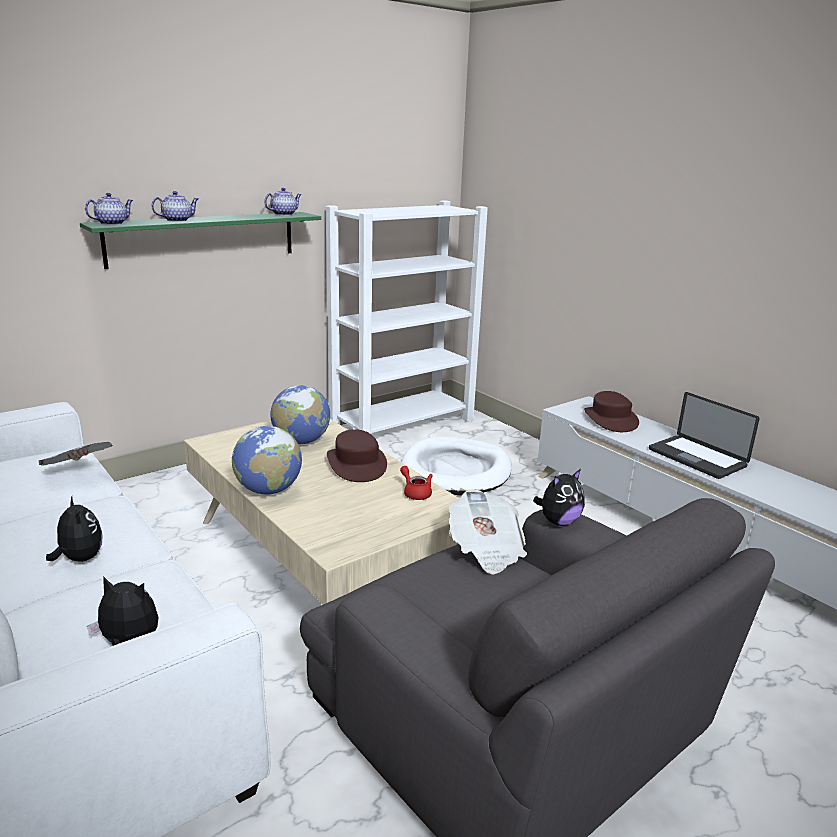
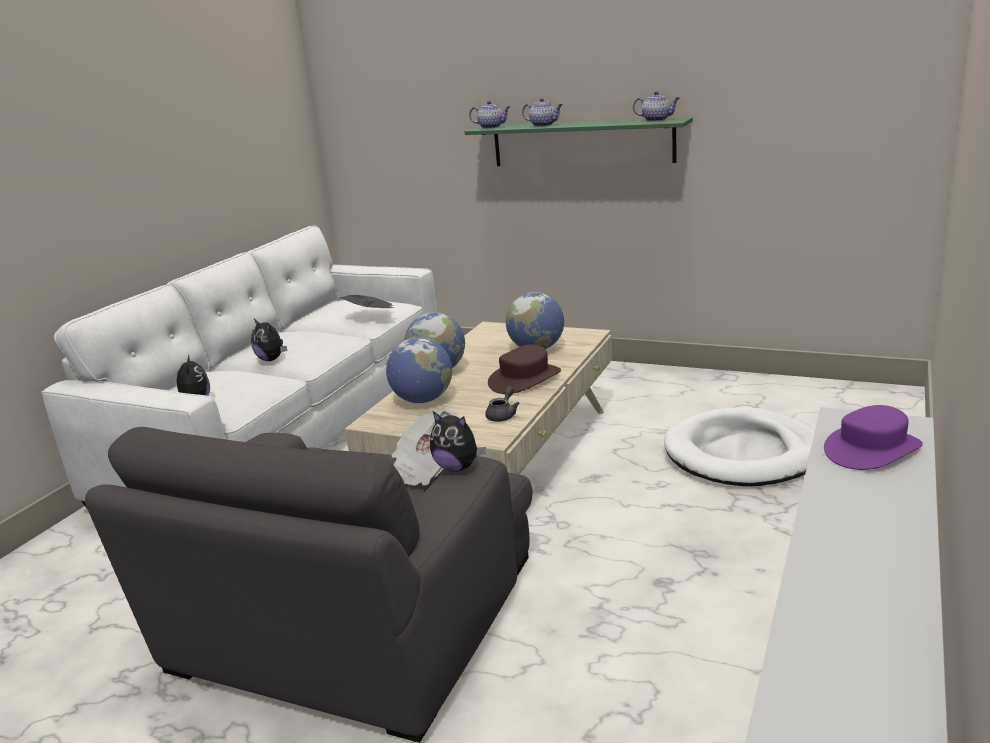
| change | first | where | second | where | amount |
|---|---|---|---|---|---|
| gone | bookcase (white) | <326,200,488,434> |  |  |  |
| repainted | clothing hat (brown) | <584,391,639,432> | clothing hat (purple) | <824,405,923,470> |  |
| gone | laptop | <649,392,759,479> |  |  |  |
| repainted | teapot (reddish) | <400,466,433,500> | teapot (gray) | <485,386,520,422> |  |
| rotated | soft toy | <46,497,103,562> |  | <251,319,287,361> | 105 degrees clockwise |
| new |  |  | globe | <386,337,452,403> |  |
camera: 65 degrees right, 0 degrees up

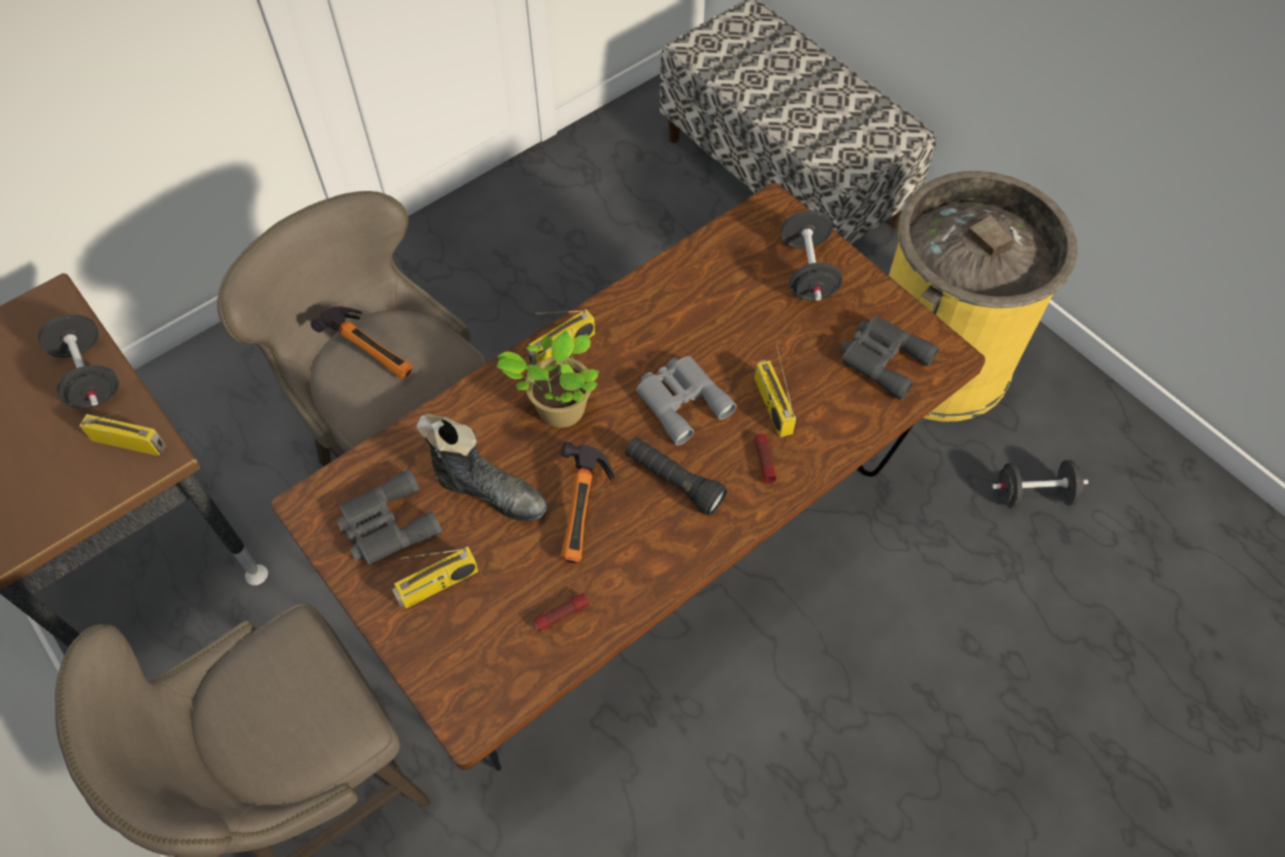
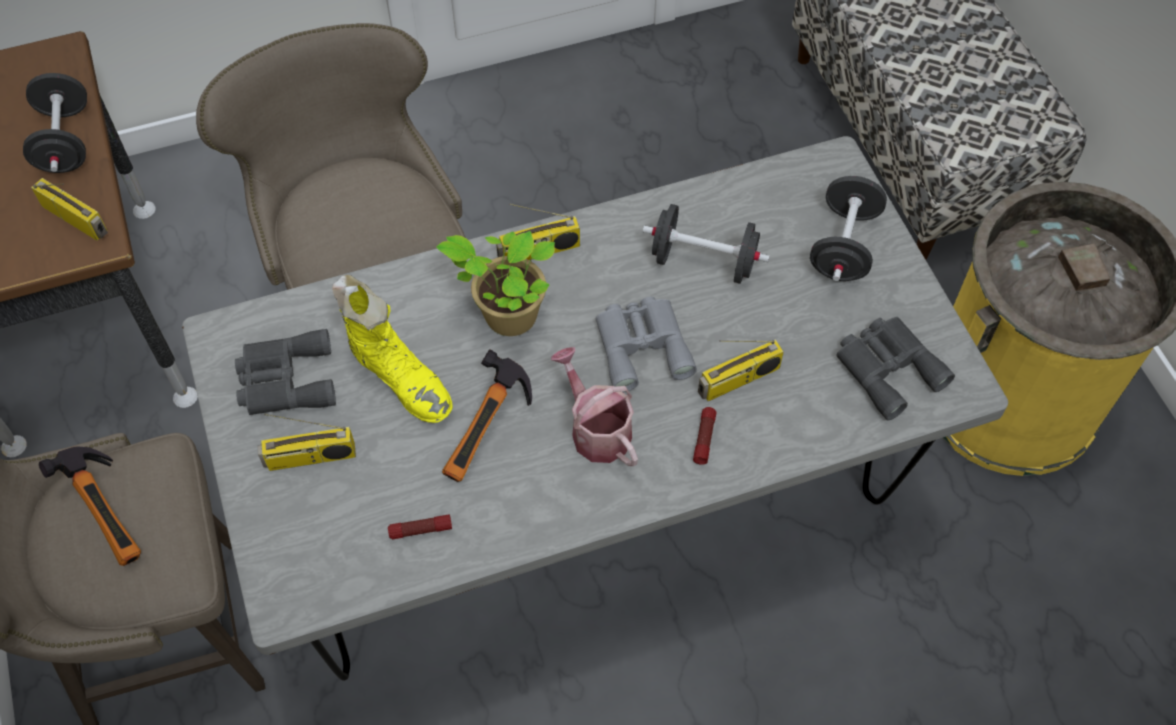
| change | first | where | second | where | amount |
|---|---|---|---|---|---|
| repainted | dining table (brown) | <271,183,985,771> | dining table (gray) | <182,136,1008,681> |  |
| shifted | tool hammer | <311,306,413,379> |  | <39,447,141,566> |  |
| rotated | radio set | <754,344,796,437> |  | <698,340,784,401> | 120 degrees counterclockwise |
| repainted | tall boot (blackish) | <416,413,547,521> | tall boot (yellow) | <332,275,453,423> |  |
| swapped | hand torch (blackish) | <625,437,727,515> | watering pot | <551,347,638,466> |  |
| shifted | free weight (blackish) | <992,460,1088,508> |  | <643,204,770,284> |  |
camera: 20 degrees right, 0 degrees up

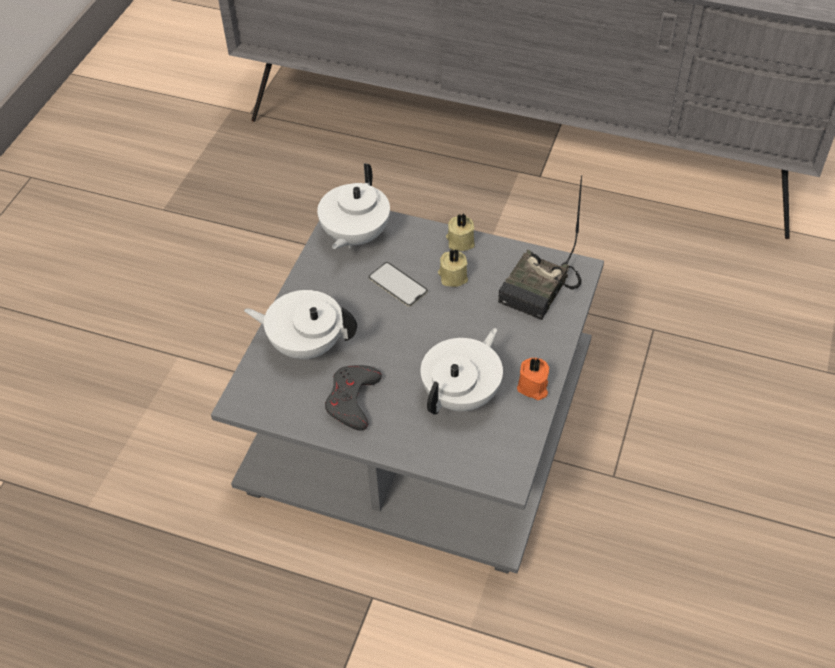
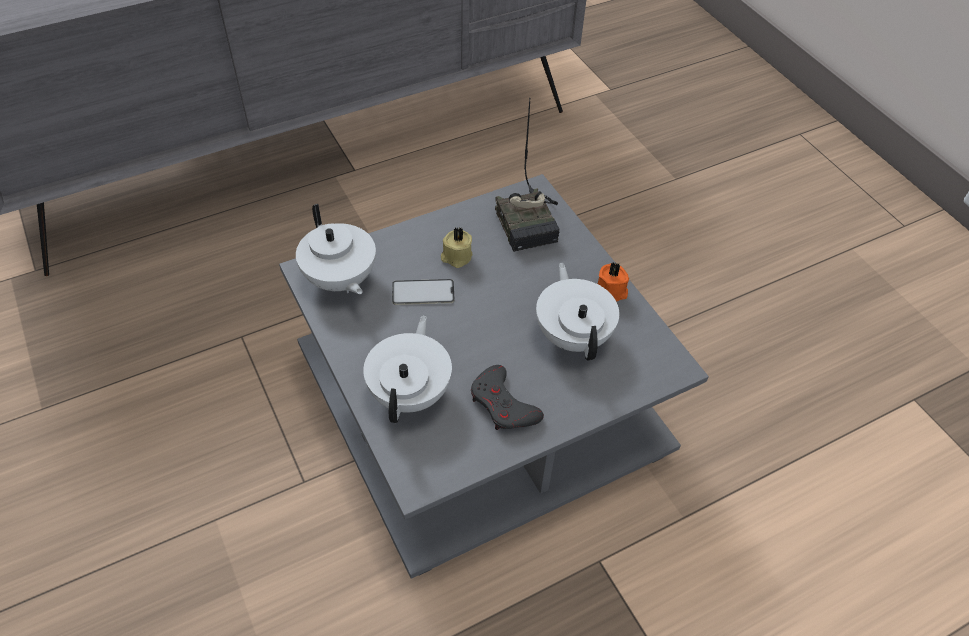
| change | first | where | second | where | amount |
|---|---|---|---|---|---|
| gone | wax candle (sand-coloured) | <446,213,475,251> |  |  |  |
| rotated | teapot (white) | <244,290,357,360> |  | <363,315,452,423> | 135 degrees clockwise |
camera: 50 degrees left, 0 degrees up

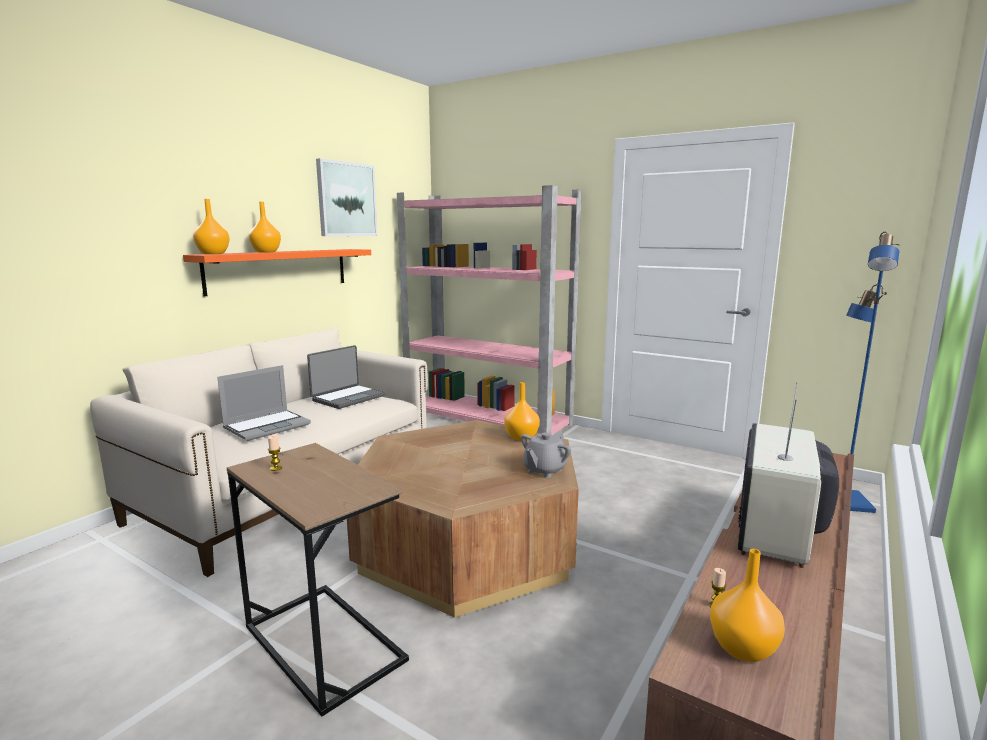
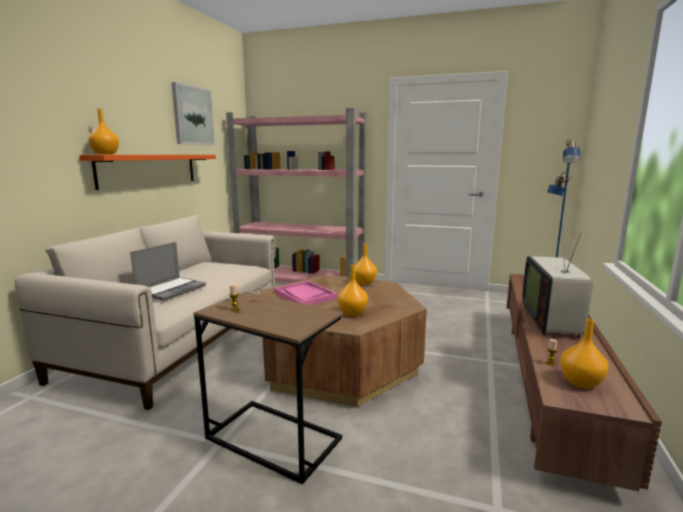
| change | first | where | second | where | amount |
|---|---|---|---|---|---|
| shifted | decorative vase (orangey) | <249,202,281,252> |  | <337,265,368,316> |  |
| gone | laptop | <307,345,386,409> |  |  |  |
| gone | teapot (gray) | <521,432,571,478> |  |  |  |
| new |  |  | serving tray (pinkish) | <274,281,337,305> |  |
camera: 15 degrees left, 0 degrees up

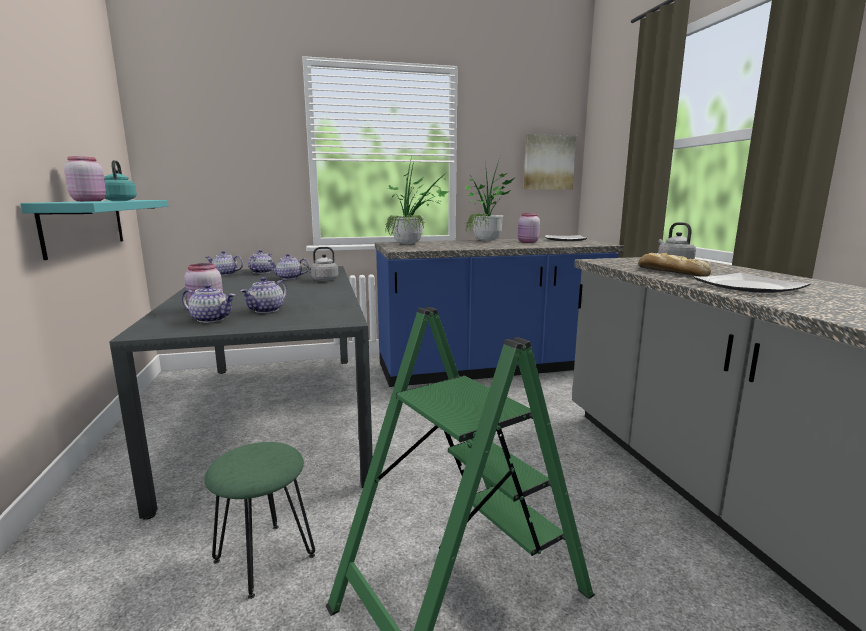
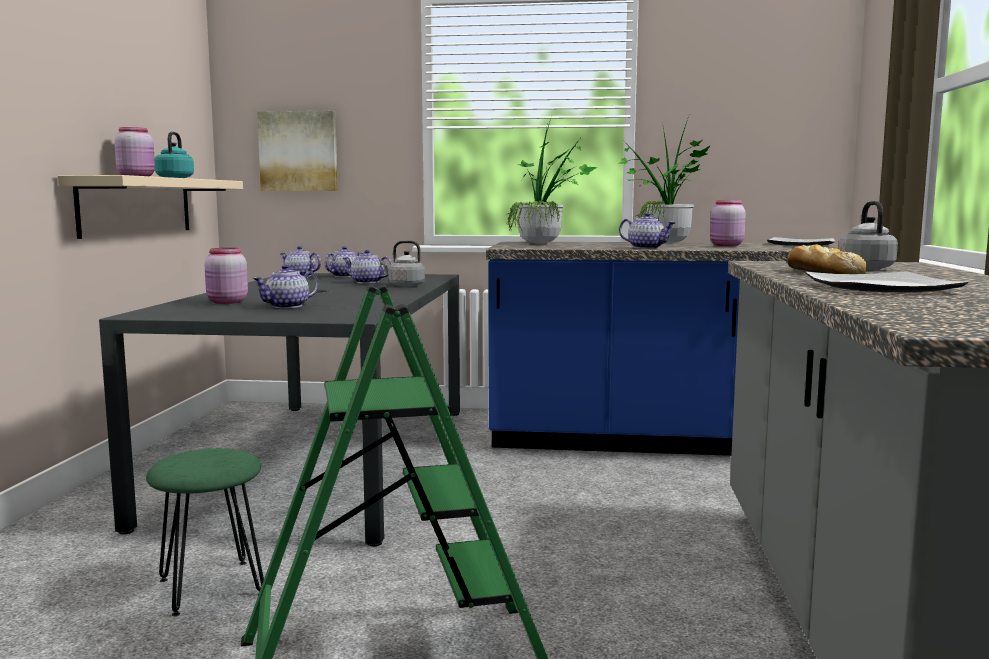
| change | first | where | second | where | amount |
|---|---|---|---|---|---|
| shifted | picture | <524,134,576,190> |  | <257,111,338,191> |  |
| repainted | bracket shelf (blue-green) | <20,200,168,260> | bracket shelf (sand-coloured) | <58,175,243,239> |  |
| shifted | teapot | <182,284,235,323> |  | <619,212,676,249> |  |
camera: 20 degrees right, 5 degrees down

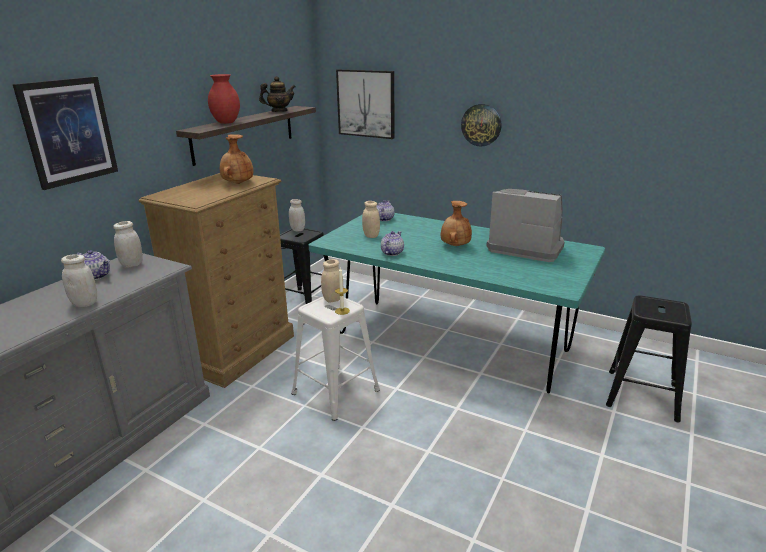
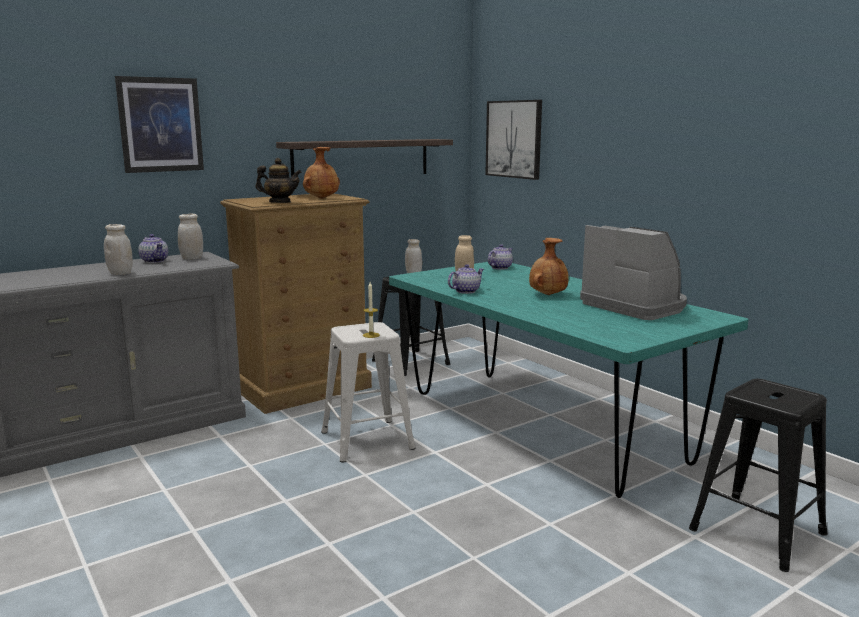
| change | first | where | second | where | amount |
|---|---|---|---|---|---|
| gone | decorative vase (reddish) | <208,74,240,124> |  |  |  |
| shifted | teapot | <259,76,295,112> |  | <256,158,302,203> |  |
| gone | hanging clock | <461,104,501,147> |  |  |  |
| gone | preserve jar (sand-coloured) | <321,259,343,302> |  |  |  |
camera: 25 degrees right, 10 degrees down

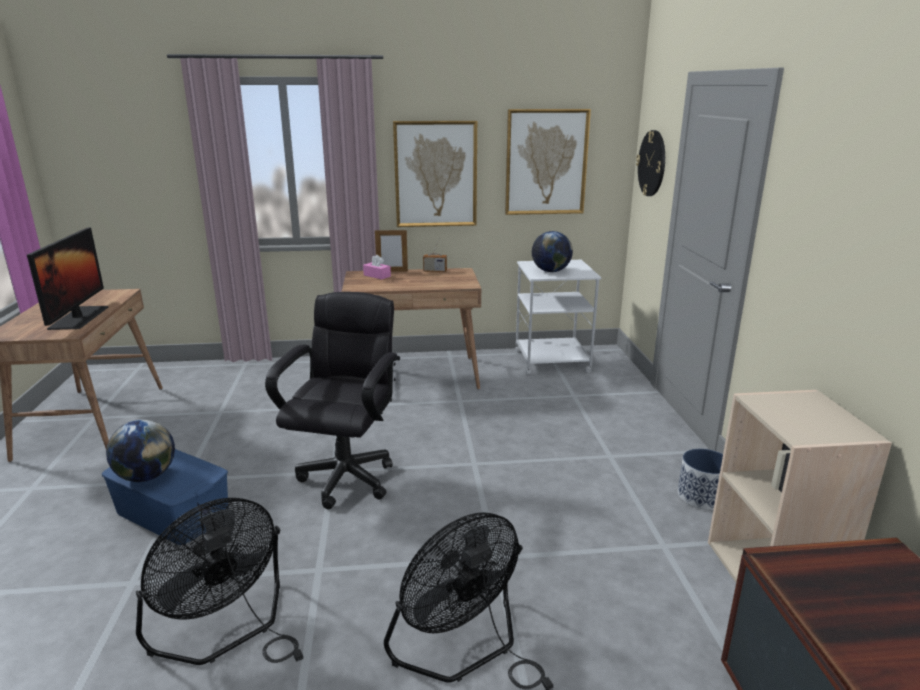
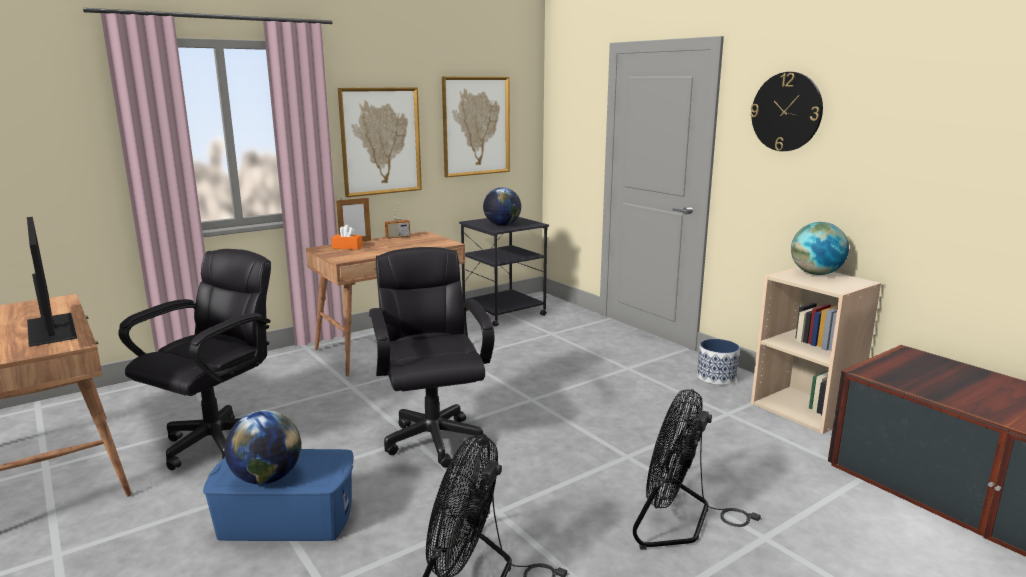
| change | first | where | second | where | amount |
|---|---|---|---|---|---|
| shifted | hanging clock | <636,130,665,196> |  | <750,72,823,151> |  |
| repainted | box of tissues (pinkish) | <363,255,391,280> | box of tissues (orangey) | <331,225,362,250> |  |
| repainted | wheeled cart (white) | <515,260,601,375> | wheeled cart (blackish) | <459,217,549,327> |  |
| new |  |  | globe | <791,222,849,275> |  |
| new |  |  | office chair (blackish) | <118,249,271,470> |  |
camera: 30 degrees left, 5 degrees down

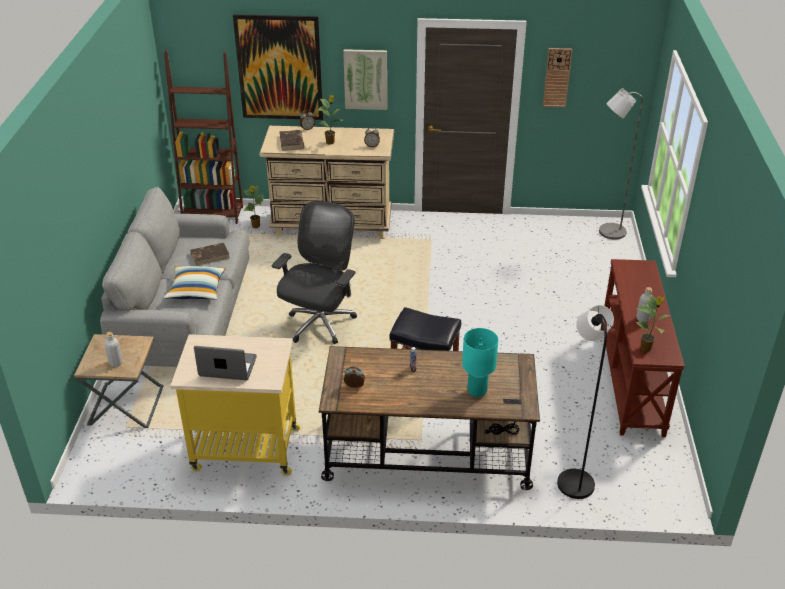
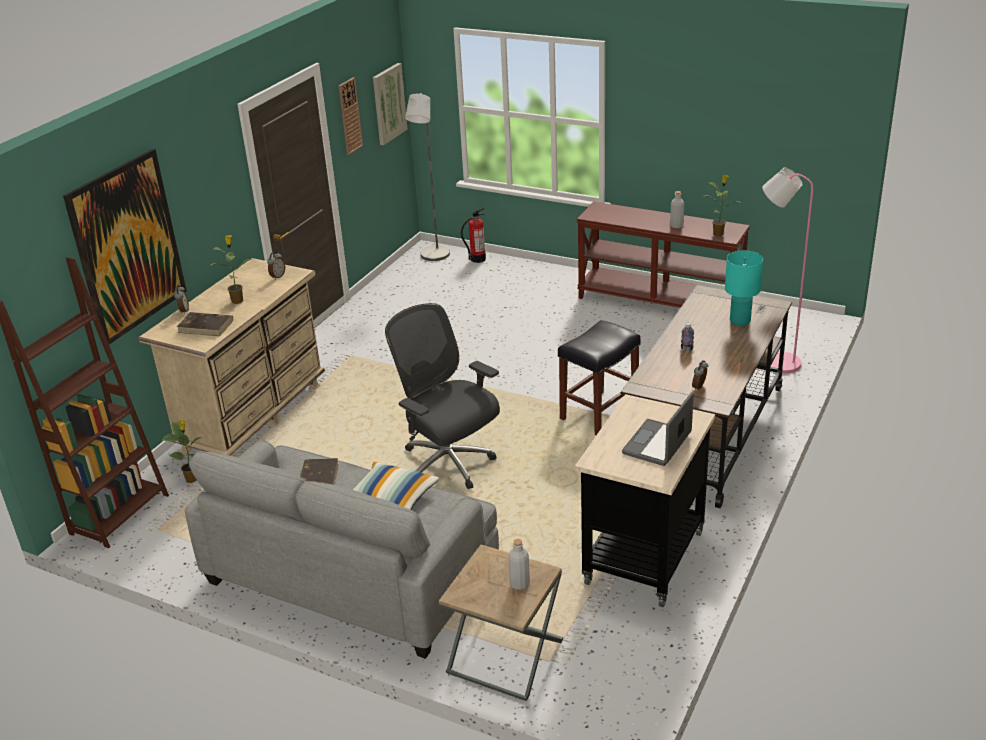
| change | first | where | second | where | amount |
|---|---|---|---|---|---|
| shifted | picture | <343,49,387,110> |  | <373,63,407,145> |  |
| repainted | floor lamp (blackish) | <557,305,614,499> | floor lamp (pinkish) | <762,167,813,373> |  |
| repainted | wheeled cart (yellow) | <170,334,300,476> | wheeled cart (blackish) | <575,394,715,607> |  |
| new |  |  | fire-fighting cylinder | <461,207,486,263> |  |
camera: 65 degrees left, 5 degrees down

